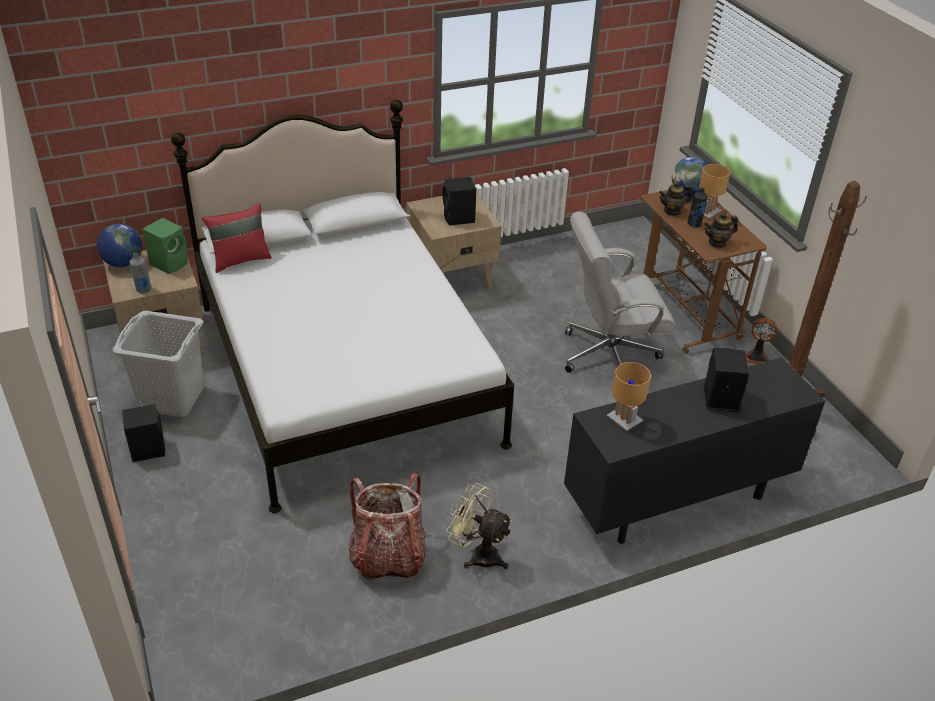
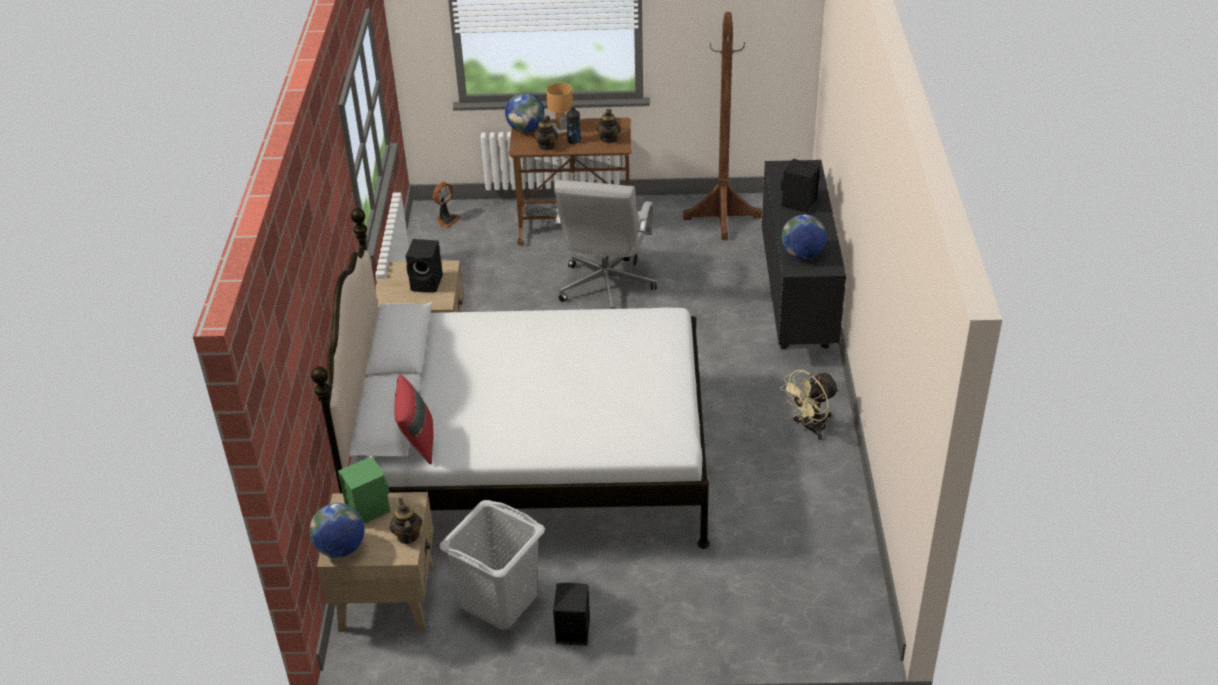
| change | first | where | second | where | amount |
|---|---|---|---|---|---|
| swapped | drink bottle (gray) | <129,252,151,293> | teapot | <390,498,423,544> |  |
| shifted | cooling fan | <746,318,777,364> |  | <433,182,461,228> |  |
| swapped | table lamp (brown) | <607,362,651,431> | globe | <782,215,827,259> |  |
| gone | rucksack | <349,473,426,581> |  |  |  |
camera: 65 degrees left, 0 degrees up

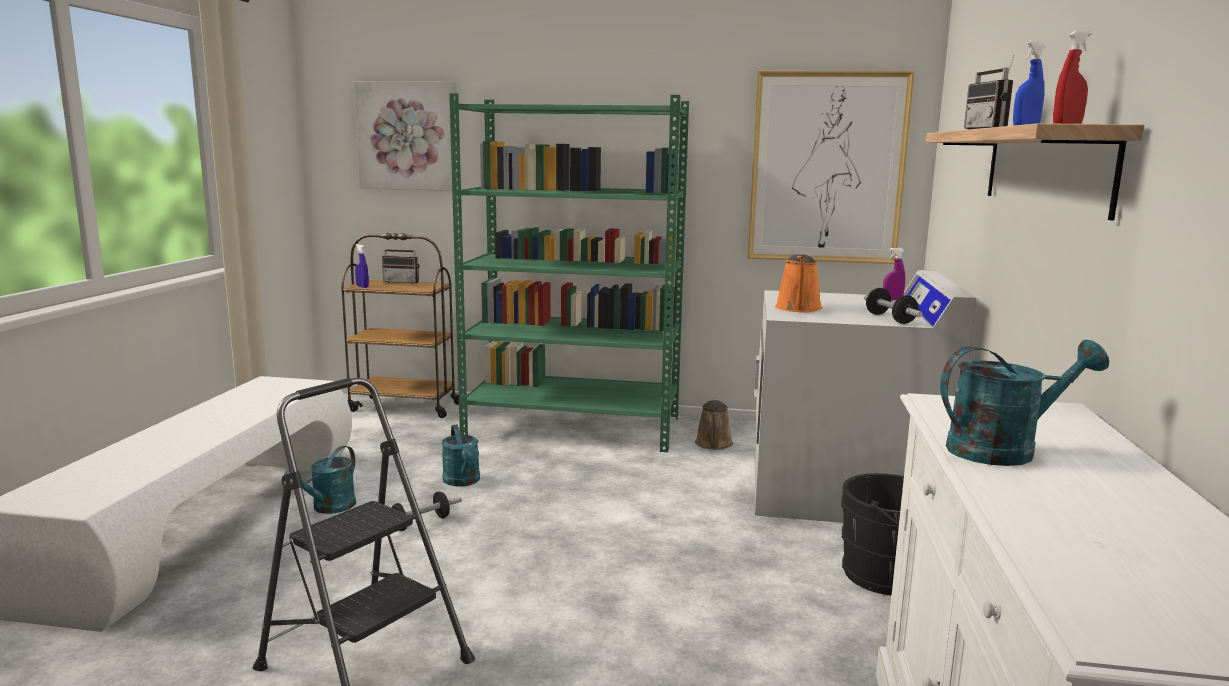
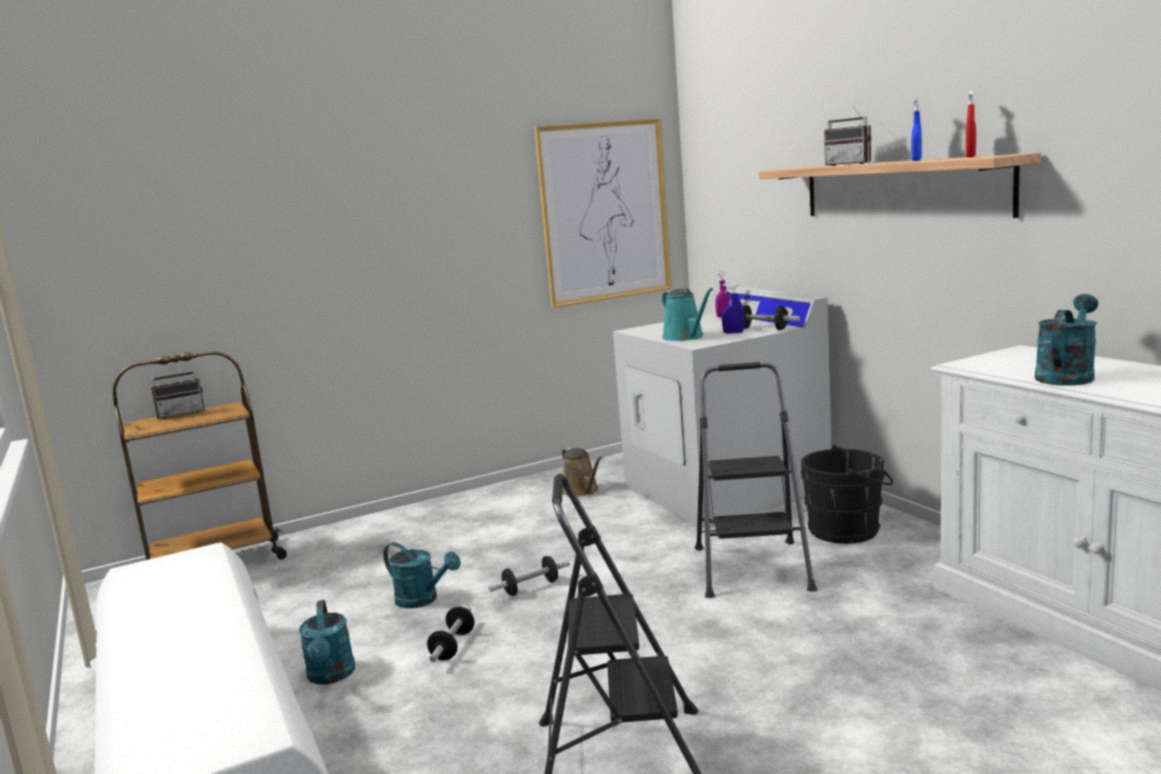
| change | first | where | second | where | amount |
|---|---|---|---|---|---|
| gone | picture | <354,81,458,191> |  |  |  |
| gone | bookcase (greenish) | <449,93,689,452> |  |  |  |
| shifted | spray bottle (blue-coloured) | <355,244,369,288> |  | <722,283,744,333> |  |
| repainted | watering pot (orangey) | <775,254,823,312> | watering pot (blue-green) | <662,288,713,341> |  |
| new |  |  | step ladder (blackish) | <695,362,818,598> |  |
| new |  |  | free weight | <488,556,570,596> |  |
camera: 35 degrees left, 0 degrees up

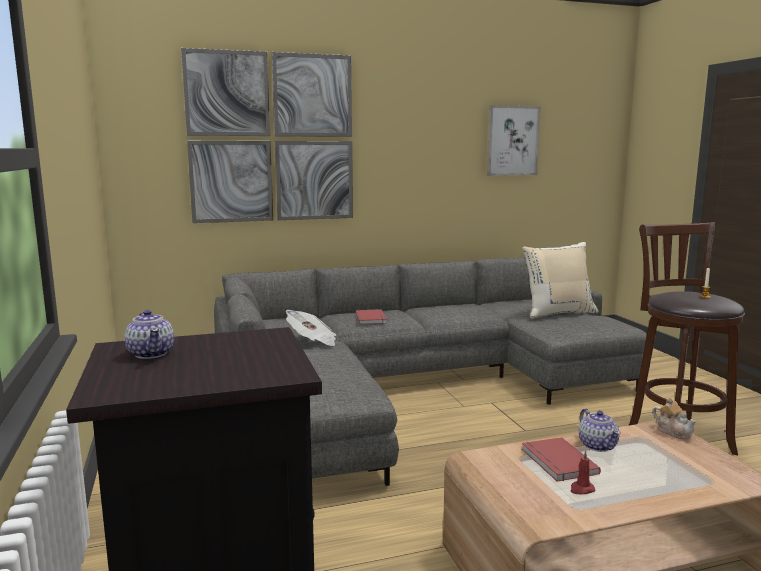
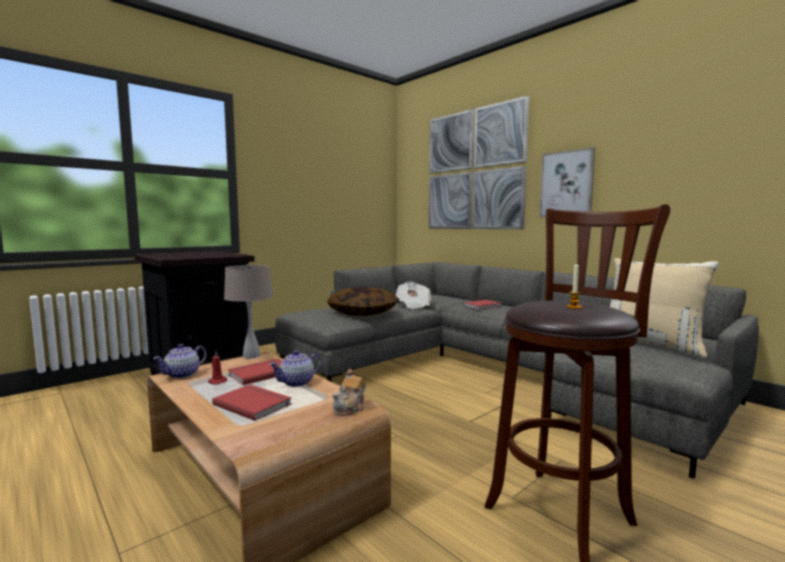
| change | first | where | second | where | amount |
|---|---|---|---|---|---|
| shifted | picture | <487,105,541,176> |  | <539,147,595,217> |  |
| shifted | teapot | <124,310,174,359> |  | <153,344,207,379> |  |
| new |  |  | table lamp (sand-coloured) | <224,265,273,359> |  |
| new |  |  | throw pillow | <327,287,398,316> |  |
| new |  |  | book (reddish) | <212,384,292,421> |  |
camera: 65 degrees right, 5 degrees down

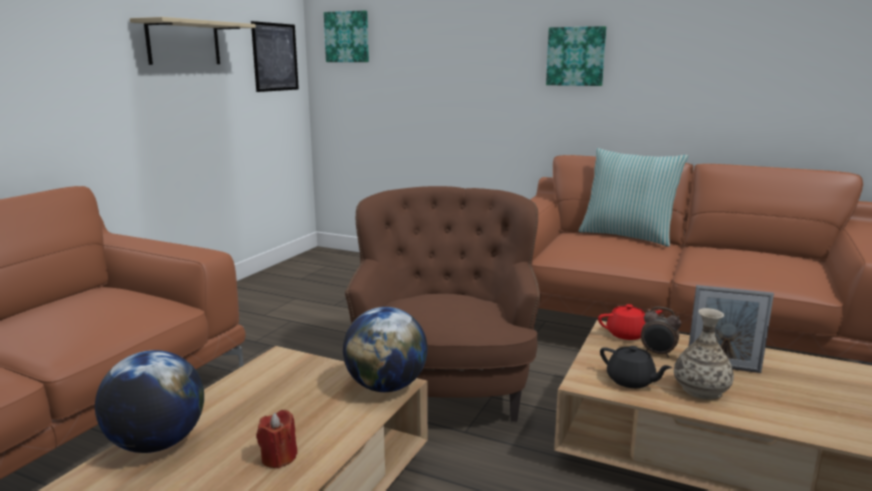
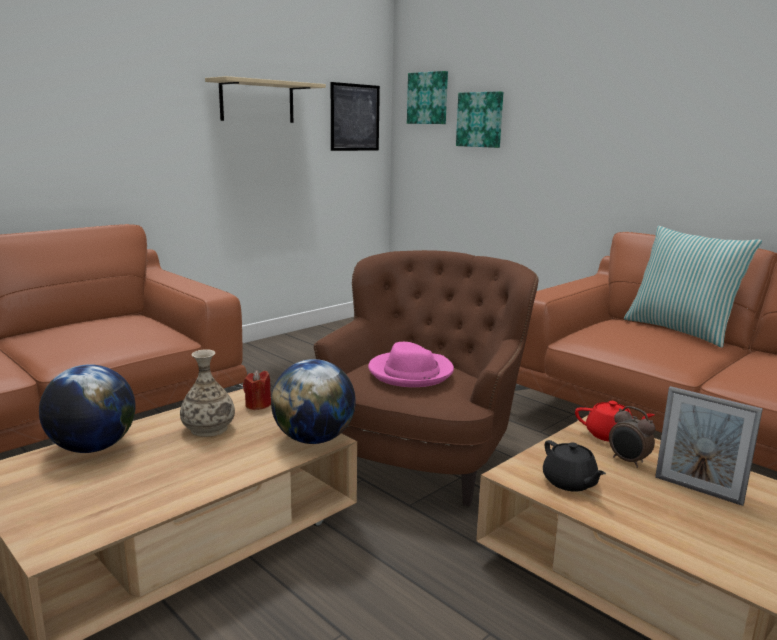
| change | first | where | second | where | amount |
|---|---|---|---|---|---|
| shifted | picture | <546,26,606,86> |  | <456,91,503,148> |  |
| shifted | decorative vase | <674,308,734,400> |  | <180,349,235,437> |  |
| shifted | wax candle (reddish) | <256,410,298,468> |  | <243,370,271,410> |  |
| new |  |  | clothing hat (pinkish) | <368,342,454,387> |  |
camera: 20 degrees right, 0 degrees up

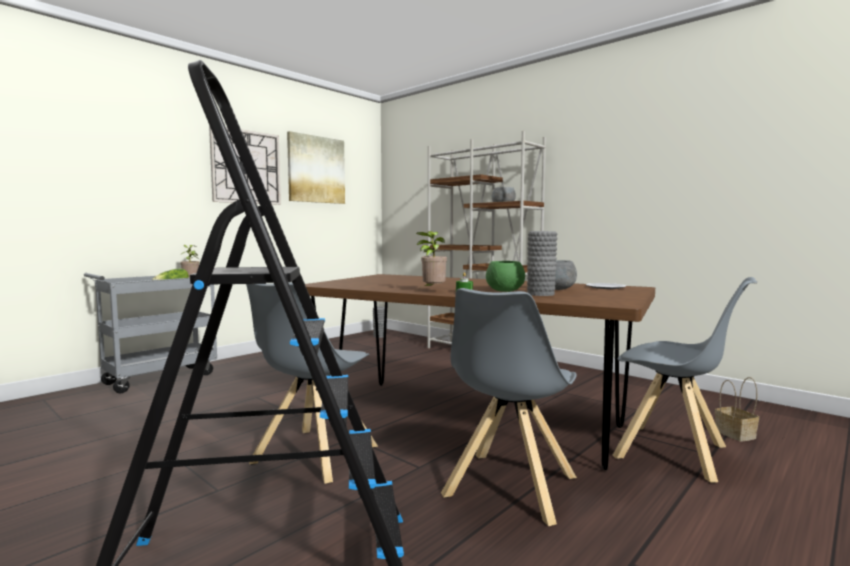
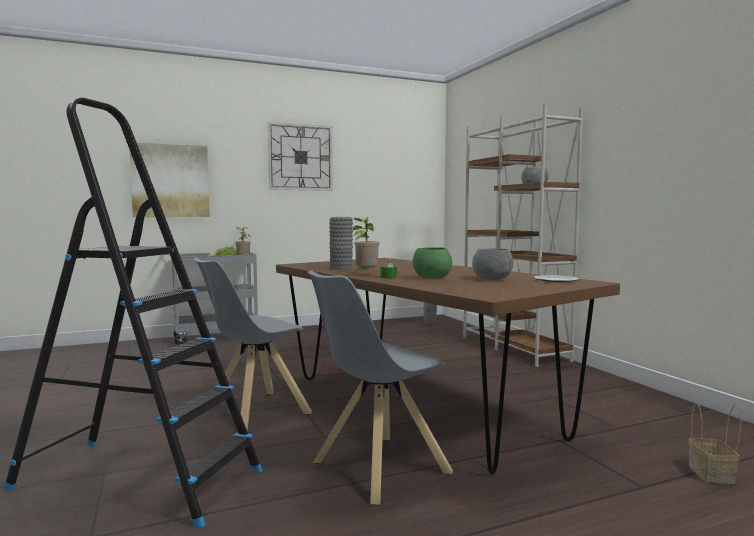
| change | first | where | second | where | amount |
|---|---|---|---|---|---|
| shifted | picture | <287,131,345,204> |  | <130,143,210,217> |  |
| shifted | decorative vase (gray) | <527,231,557,296> |  | <329,217,353,269> |  |
| gone | upright chair (gray) | <612,277,757,483> |  |  |  |
camera: 25 degrees right, 0 degrees up

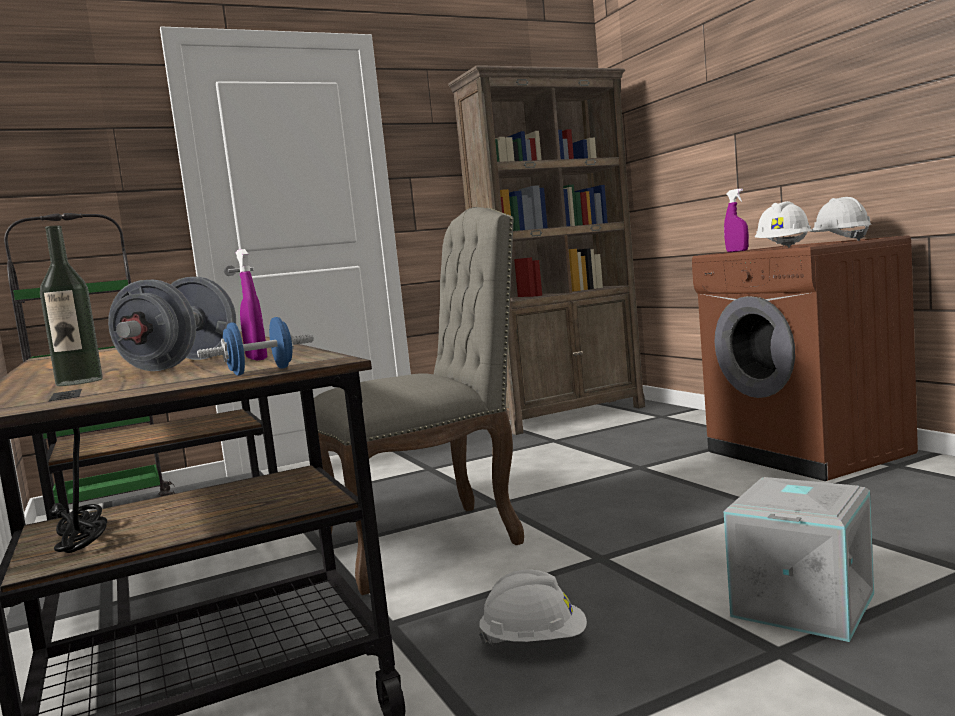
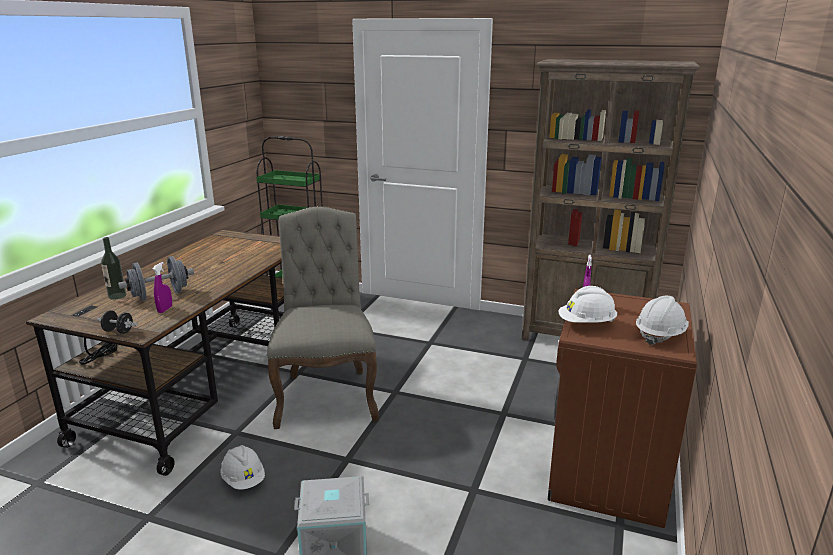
| change | first | where | second | where | amount |
|---|---|---|---|---|---|
| rotated | upright chair (gray) | <314,207,524,595> |  | <267,206,379,429> | 120 degrees counterclockwise |
| repainted | free weight (blue-coloured) | <197,317,314,375> | free weight (blackish) | <97,310,138,334> |  |
camera: 45 degrees right, 15 degrees up

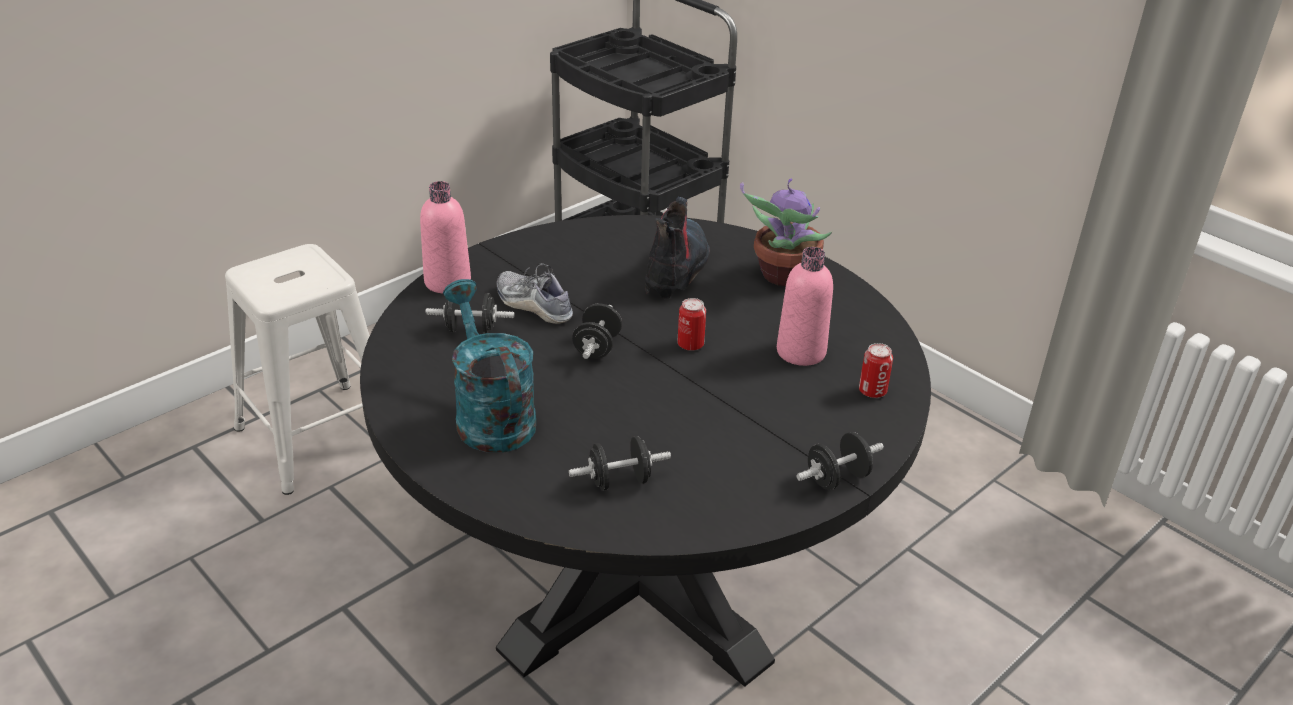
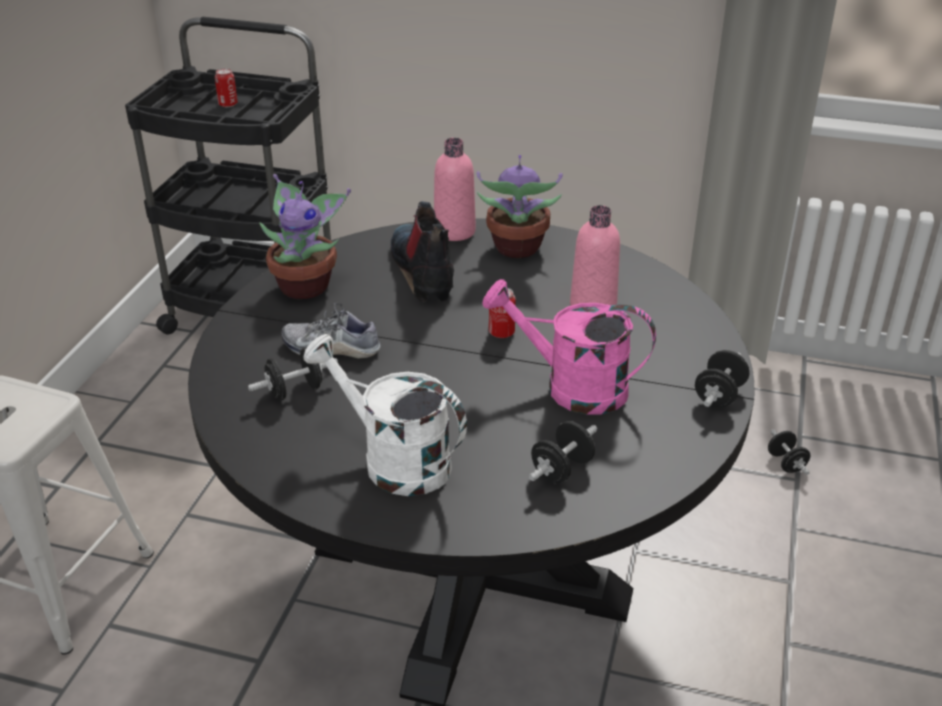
| change | first | where | second | where | amount |
|---|---|---|---|---|---|
| shifted | drink bottle (pinkish) | <420,181,471,293> |  | <434,138,476,241> |  |
| repainted | watering pot (blue-green) | <443,279,536,453> | watering pot (white) | <304,334,467,496> |  |
| shifted | free weight (blackish) | <572,303,622,359> |  | <768,429,810,475> |  |
| shifted | sealed can | <859,343,893,398> |  | <215,68,238,107> |  |
| new |  |  | plant in a pot | <260,174,351,299> |  |
| new |  |  | watering pot (pinkish) | <482,279,656,415> |  |
camera: 30 degrees left, 0 degrees up

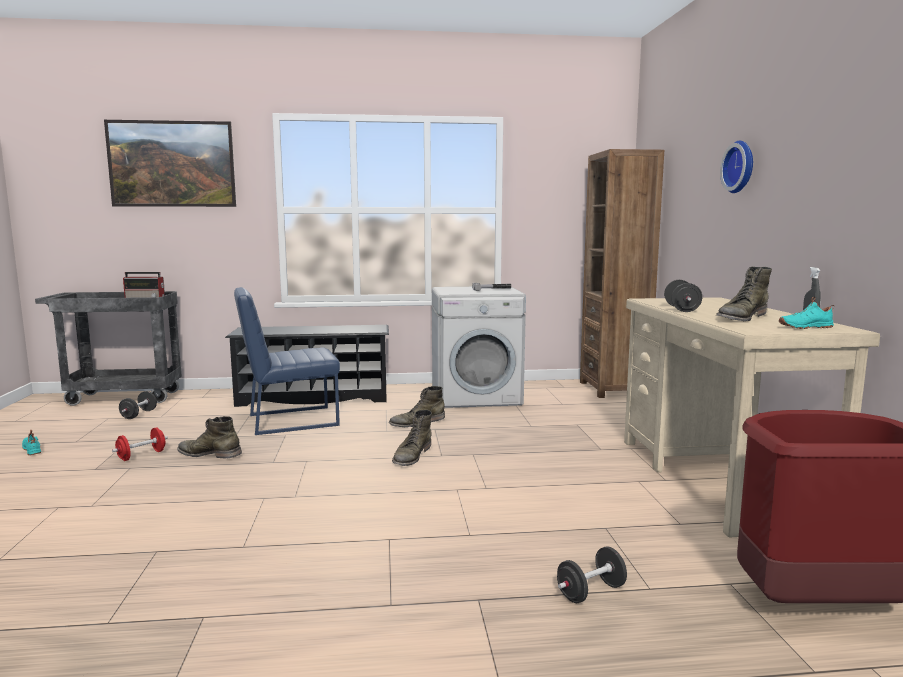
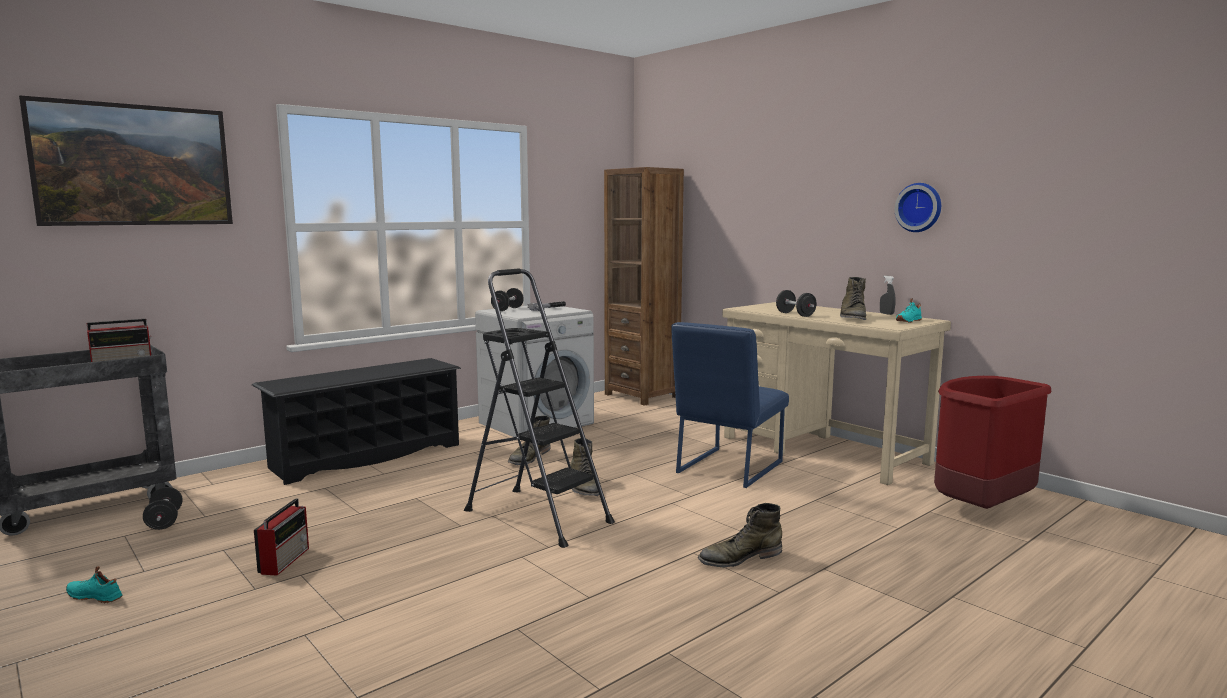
| change | first | where | second | where | amount |
|---|---|---|---|---|---|
| shifted | hanging clock | <720,141,753,193> |  | <895,183,941,232> |  |
| shifted | upright chair (blue-coloured) | <234,287,340,435> |  | <671,322,789,488> |  |
| shifted | tall boot (greenish) | <177,416,242,459> |  | <698,503,782,568> |  |
| swapped | free weight (reddish) | <112,427,168,461> | radio set | <254,498,309,576> |  |
| shifted | free weight (blackish) | <557,546,627,603> |  | <491,288,524,311> |  |
| new |  |  | step ladder | <464,268,615,548> |  |
camera: 35 degrees left, 0 degrees up

